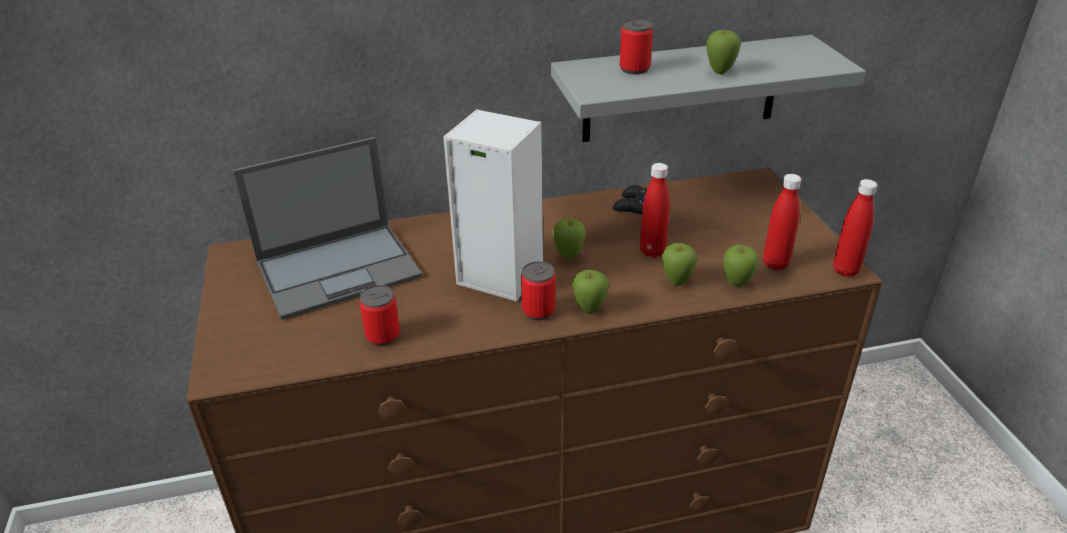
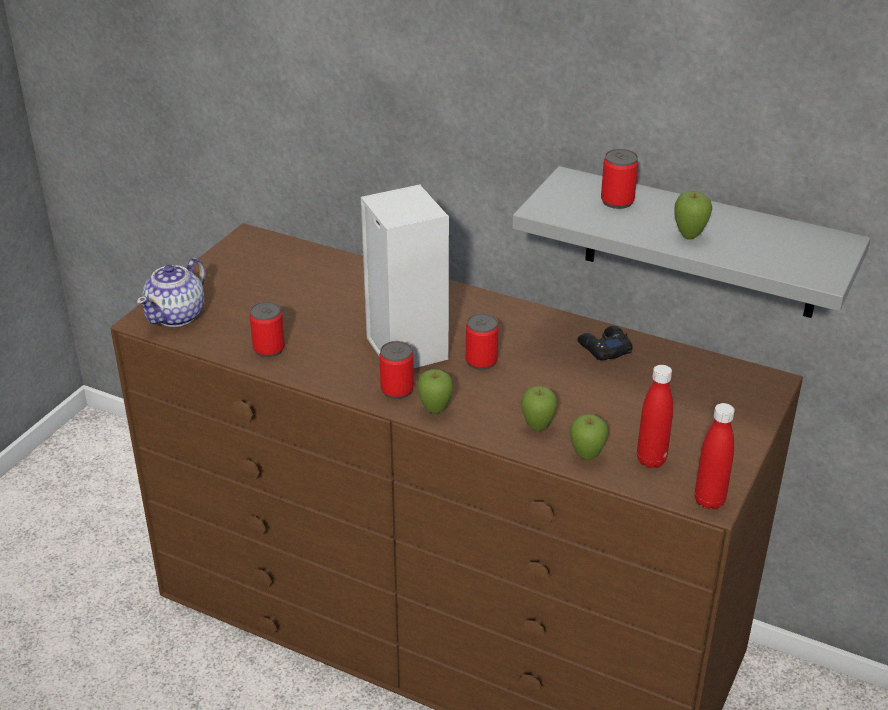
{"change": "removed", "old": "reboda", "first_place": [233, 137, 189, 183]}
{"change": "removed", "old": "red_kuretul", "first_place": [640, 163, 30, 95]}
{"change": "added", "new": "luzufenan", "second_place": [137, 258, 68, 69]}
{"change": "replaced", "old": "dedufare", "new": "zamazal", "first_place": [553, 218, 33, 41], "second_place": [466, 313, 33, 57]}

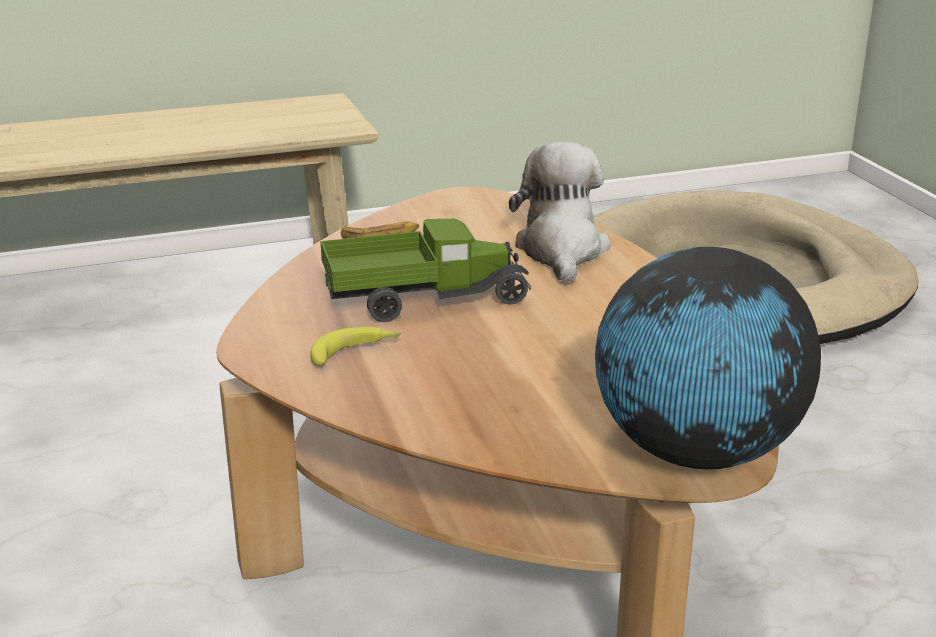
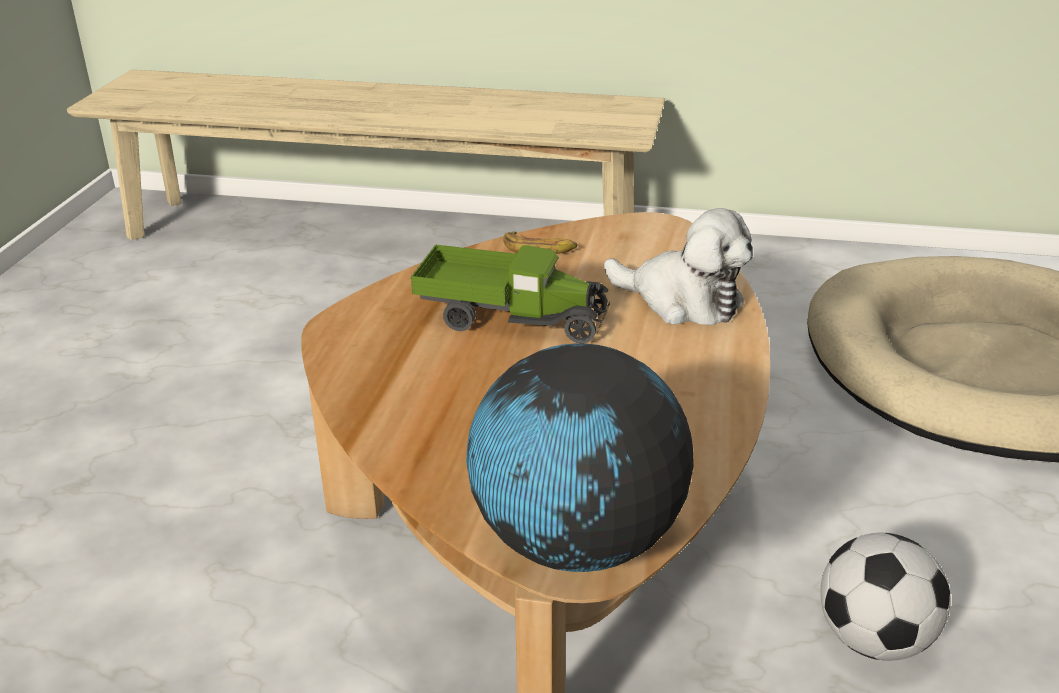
{"change": "removed", "old": "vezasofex", "first_place": [310, 326, 92, 41]}
{"change": "added", "new": "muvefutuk", "second_place": [820, 532, 131, 129]}
{"change": "turned", "old": "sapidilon", "first_place": [509, 142, 102, 141], "second_place": [604, 208, 149, 117], "degrees": 90}

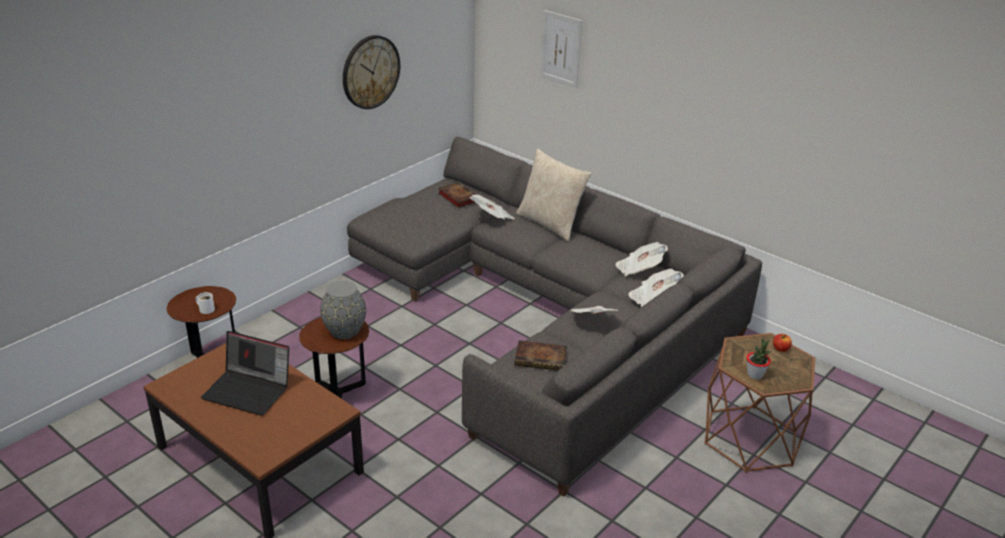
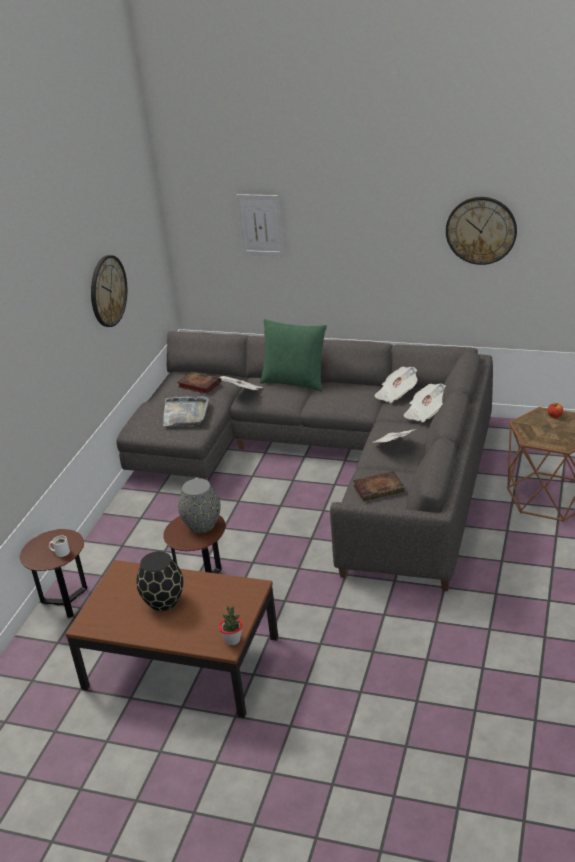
{"change": "added", "new": "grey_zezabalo", "second_place": [163, 396, 46, 30]}
{"change": "added", "new": "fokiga", "second_place": [446, 197, 71, 68]}
{"change": "moved", "old": "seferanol", "first_place": [746, 339, 26, 41], "second_place": [219, 605, 24, 40]}
{"change": "replaced", "old": "reboda", "new": "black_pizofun", "first_place": [201, 331, 88, 85], "second_place": [136, 551, 47, 60]}
{"change": "recoloured", "old": "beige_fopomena", "new": "green_fopomena", "first_place": [516, 149, 76, 93], "second_place": [260, 319, 67, 72]}

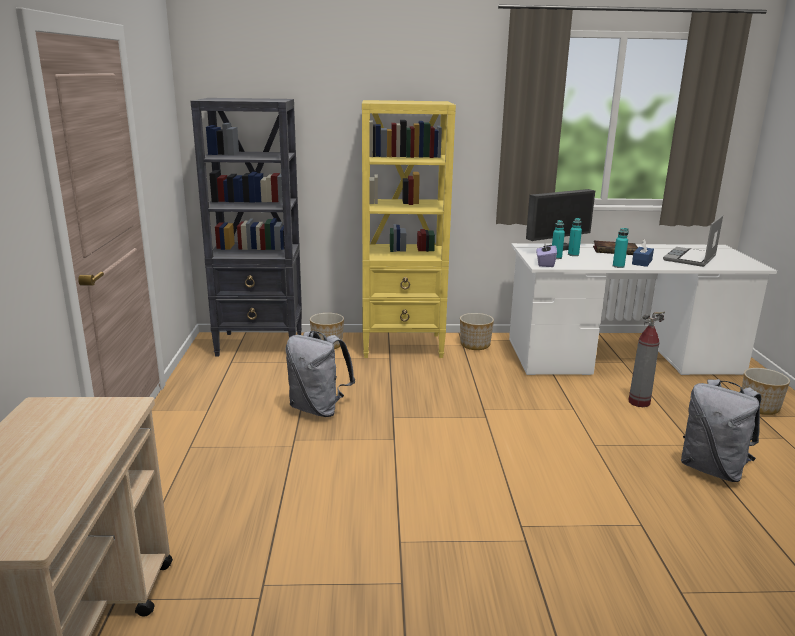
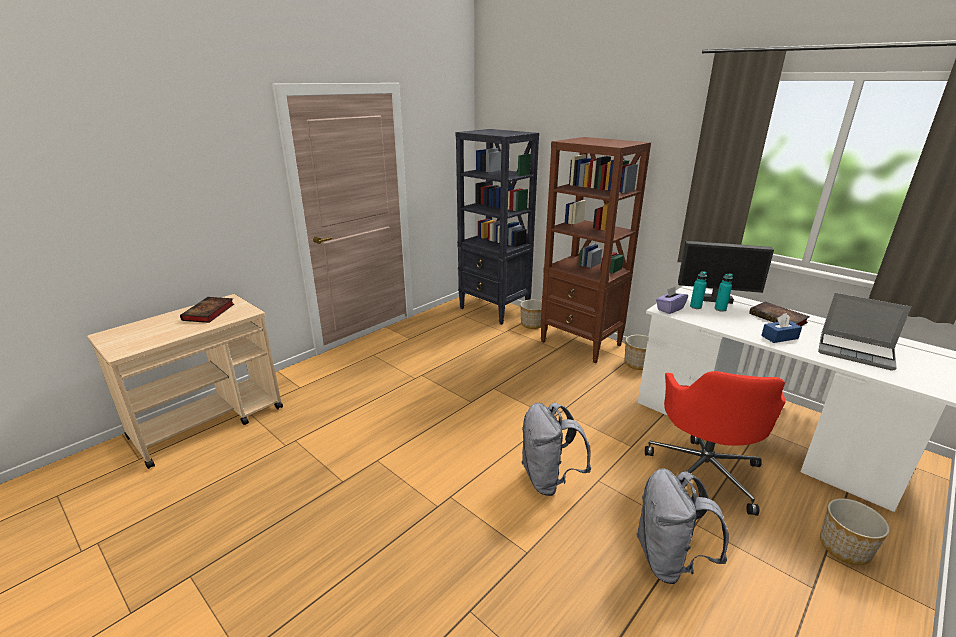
{"change": "removed", "old": "turquoise_kuretul", "first_place": [613, 228, 16, 40]}
{"change": "added", "new": "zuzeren", "second_place": [180, 297, 54, 26]}
{"change": "moved", "old": "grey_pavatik", "first_place": [286, 331, 69, 86], "second_place": [521, 403, 70, 93]}
{"change": "replaced", "old": "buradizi", "new": "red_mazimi", "first_place": [628, 312, 37, 95], "second_place": [645, 371, 141, 145]}
{"change": "recoloured", "old": "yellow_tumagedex", "new": "brown_tumagedex", "first_place": [362, 100, 94, 258], "second_place": [540, 137, 111, 227]}
{"change": "turned", "old": "reboda", "first_place": [663, 215, 60, 52], "second_place": [818, 293, 93, 78], "degrees": -135}

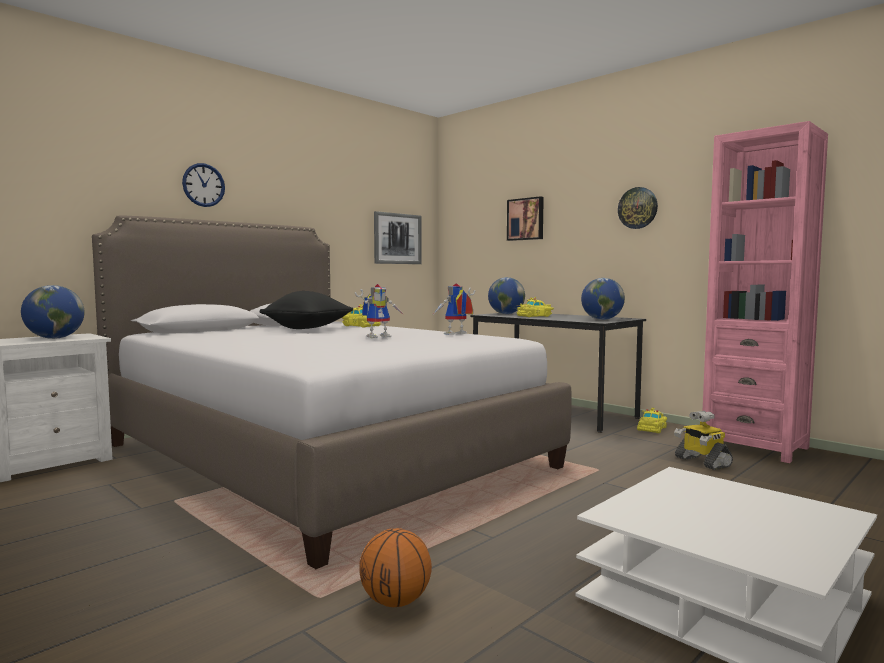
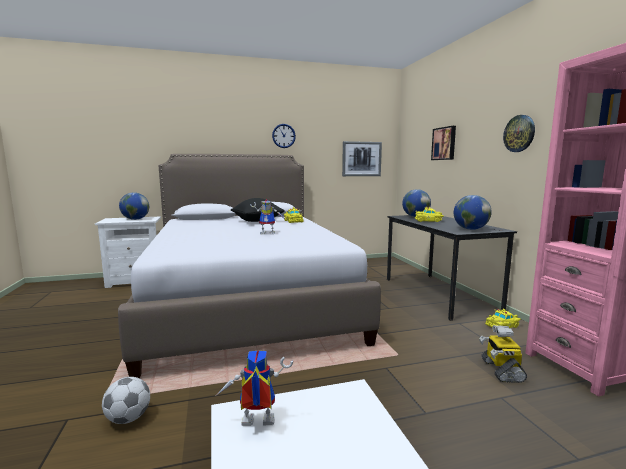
{"change": "moved", "old": "fokiga", "first_place": [182, 163, 43, 44], "second_place": [272, 124, 24, 24]}
{"change": "moved", "old": "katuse", "first_place": [434, 283, 41, 52], "second_place": [217, 351, 76, 75]}
{"change": "replaced", "old": "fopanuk", "new": "muvefutuk", "first_place": [359, 528, 73, 79], "second_place": [102, 377, 48, 47]}

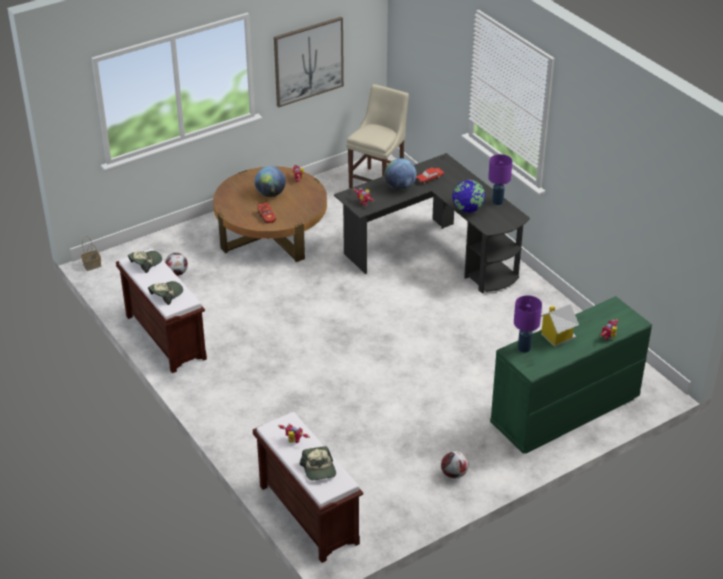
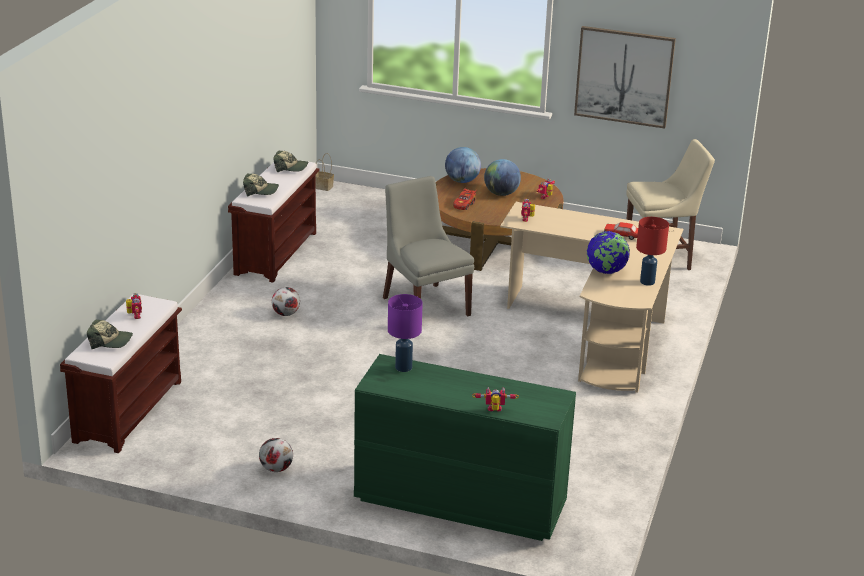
{"change": "removed", "old": "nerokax", "first_place": [541, 304, 38, 43]}
{"change": "added", "new": "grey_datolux", "second_place": [383, 176, 91, 140]}
{"change": "moved", "old": "muvefutuk", "first_place": [165, 253, 23, 23], "second_place": [272, 287, 28, 29]}
{"change": "moved", "old": "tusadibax", "first_place": [384, 158, 33, 33], "second_place": [445, 147, 36, 36]}
{"change": "recoloured", "old": "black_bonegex", "new": "beige_bonegex", "first_place": [334, 153, 196, 140], "second_place": [500, 202, 183, 191]}
{"change": "recoloured", "old": "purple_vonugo", "new": "red_vonugo", "first_place": [488, 154, 24, 51], "second_place": [636, 217, 33, 69]}
{"change": "turned", "old": "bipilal", "first_place": [299, 446, 37, 35], "second_place": [87, 319, 46, 30], "degrees": -120}

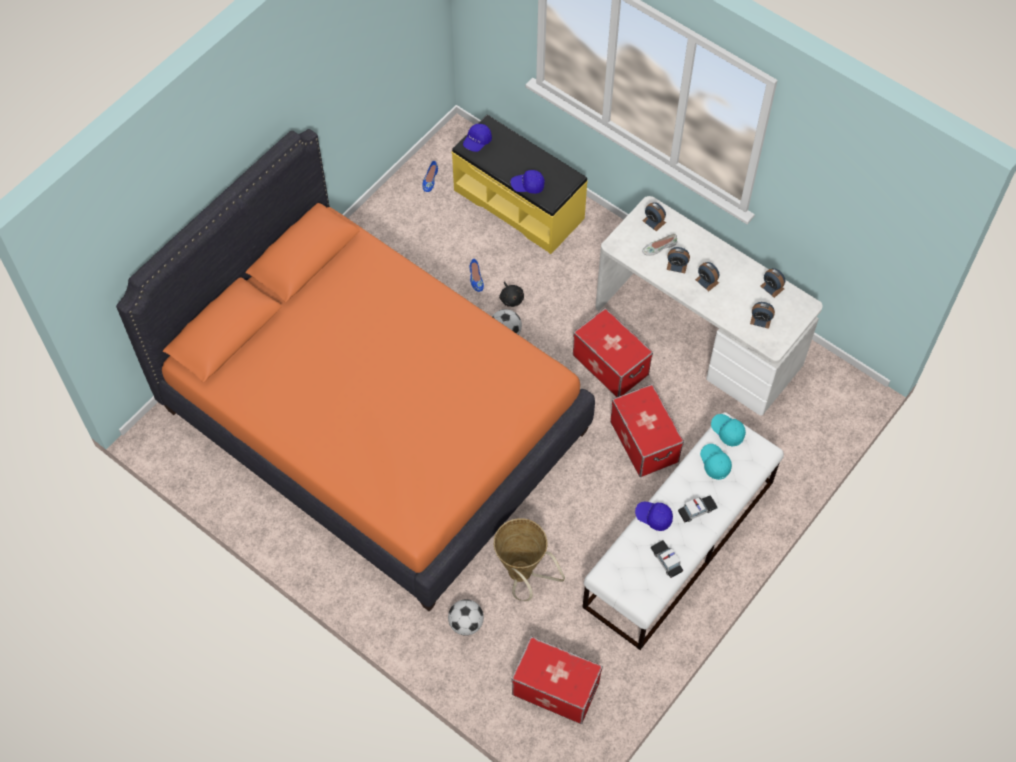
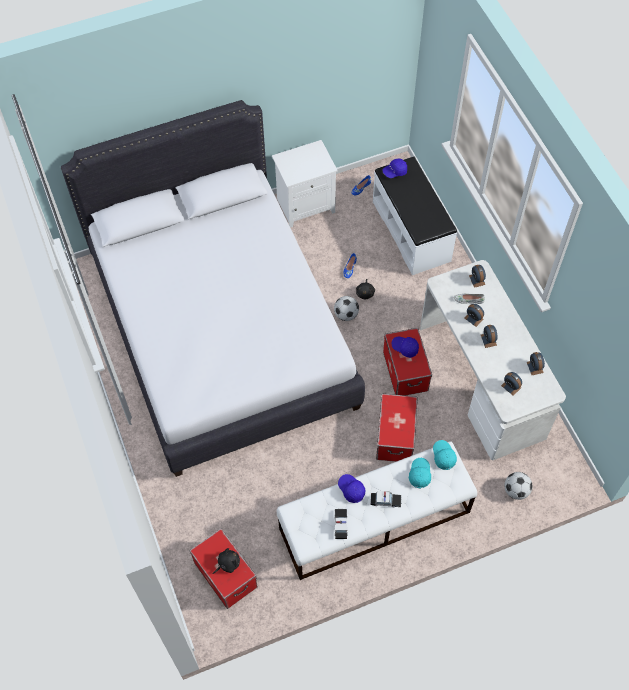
{"change": "removed", "old": "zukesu", "first_place": [494, 518, 71, 83]}
{"change": "added", "new": "black_sapidilon", "second_place": [213, 548, 27, 26]}
{"change": "added", "new": "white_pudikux", "second_place": [272, 140, 66, 88]}
{"change": "moved", "old": "muvefutuk", "first_place": [448, 599, 36, 37], "second_place": [504, 472, 29, 28]}
{"change": "moved", "old": "blue_bipilal", "first_place": [510, 170, 35, 24], "second_place": [392, 337, 27, 21]}
{"change": "recoloured", "old": "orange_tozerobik", "new": "white_tozerobik", "first_place": [116, 129, 479, 483], "second_place": [61, 100, 304, 377]}
{"change": "recoloured", "old": "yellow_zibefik", "new": "white_zibefik", "first_place": [451, 115, 137, 139], "second_place": [373, 156, 84, 119]}

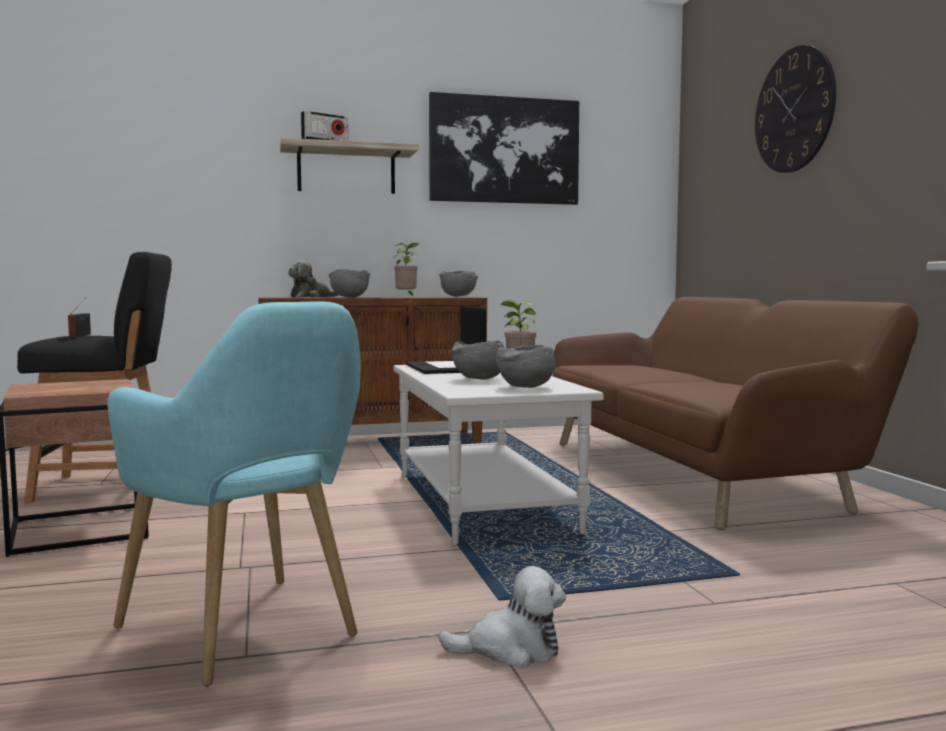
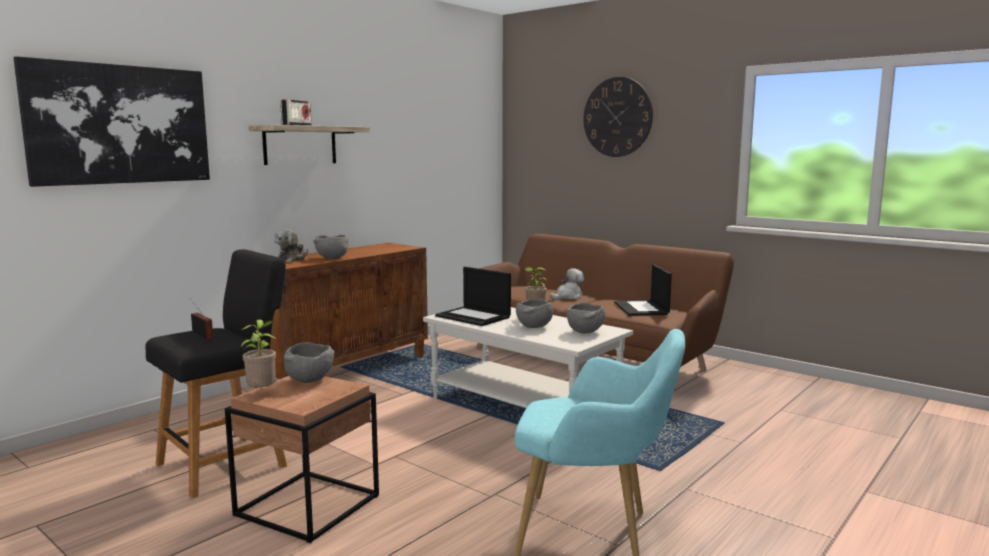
{"change": "added", "new": "reboda", "second_place": [614, 264, 58, 52]}
{"change": "moved", "old": "seferanol", "first_place": [394, 243, 25, 53], "second_place": [241, 319, 35, 68]}
{"change": "moved", "old": "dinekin", "first_place": [429, 92, 150, 113], "second_place": [13, 56, 197, 131]}
{"change": "moved", "old": "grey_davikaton", "first_place": [439, 271, 39, 26], "second_place": [284, 342, 50, 41]}
{"change": "moved", "old": "sapidilon", "first_place": [439, 566, 127, 102], "second_place": [550, 269, 34, 30]}

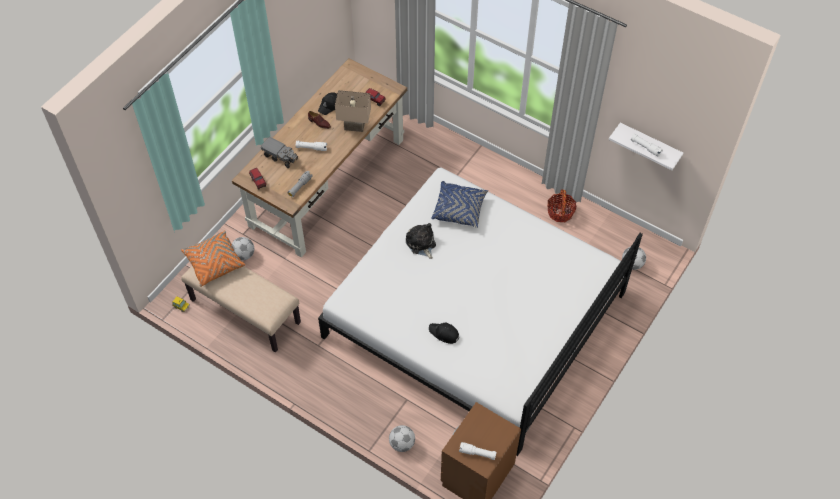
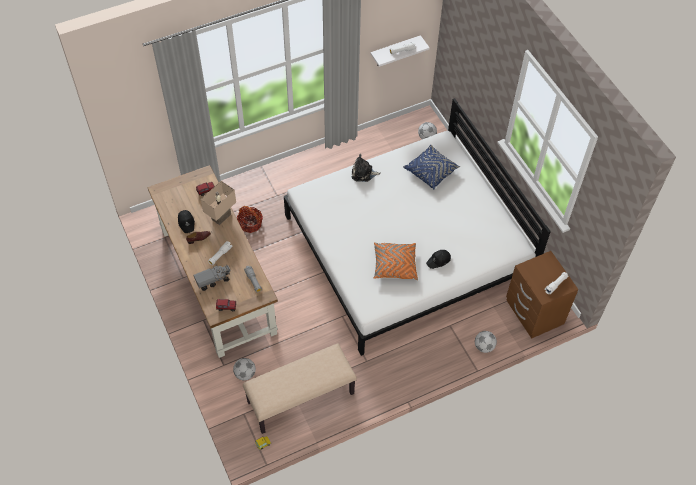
{"change": "moved", "old": "orange_fopomena", "first_place": [181, 230, 64, 57], "second_place": [373, 242, 45, 38]}
{"change": "moved", "old": "sapidilon", "first_place": [406, 223, 30, 36], "second_place": [352, 154, 29, 28]}
{"change": "moved", "old": "blue_fopomena", "first_place": [431, 181, 57, 47], "second_place": [403, 145, 57, 44]}
{"change": "moved", "old": "zukesu", "first_place": [547, 189, 29, 33], "second_place": [237, 206, 26, 27]}

